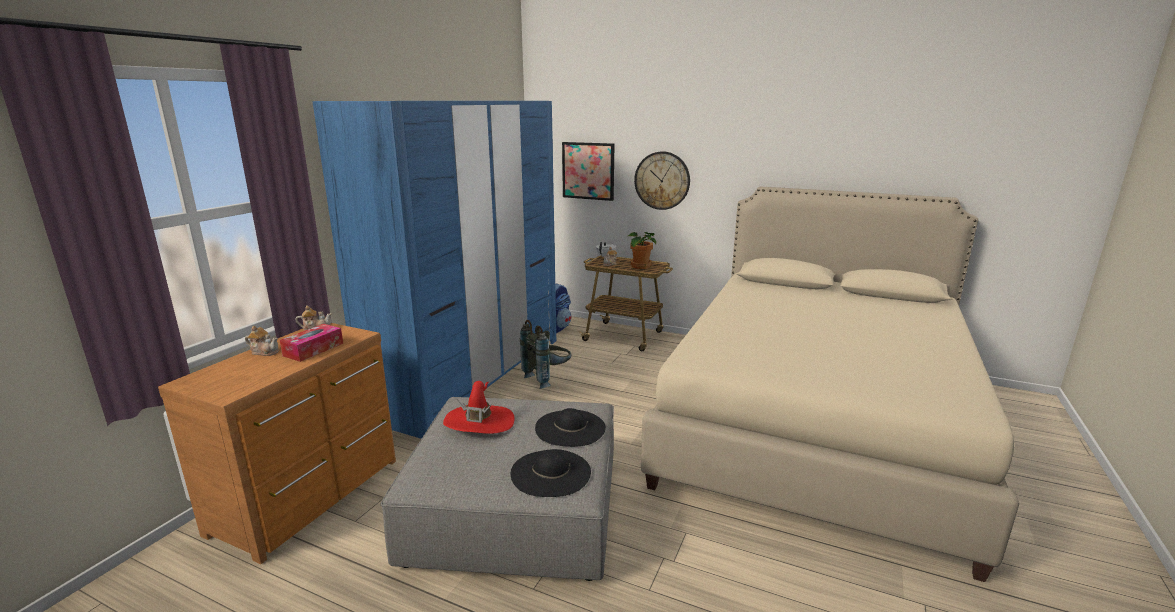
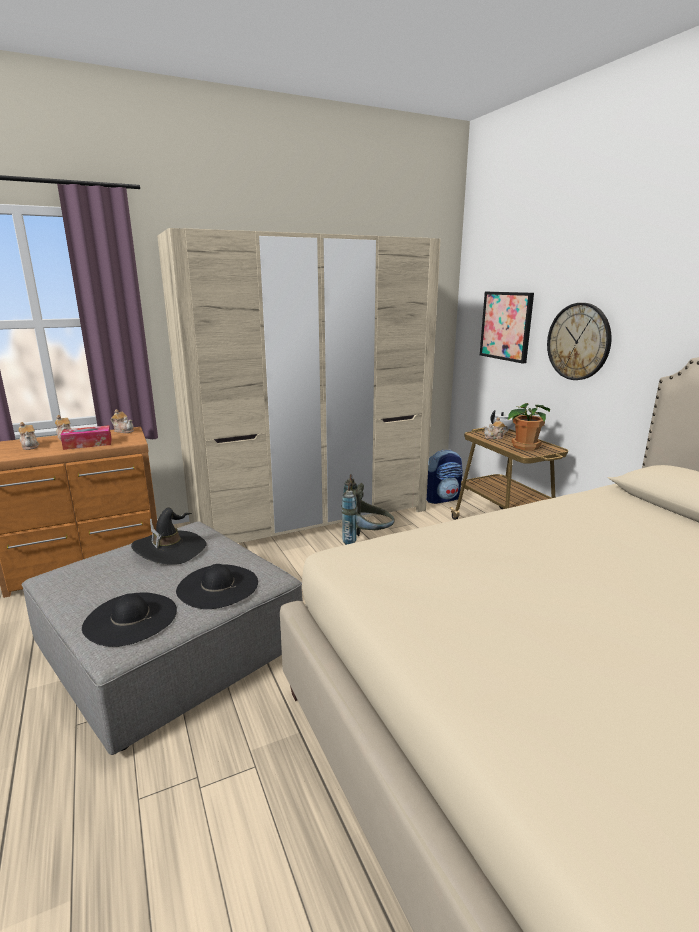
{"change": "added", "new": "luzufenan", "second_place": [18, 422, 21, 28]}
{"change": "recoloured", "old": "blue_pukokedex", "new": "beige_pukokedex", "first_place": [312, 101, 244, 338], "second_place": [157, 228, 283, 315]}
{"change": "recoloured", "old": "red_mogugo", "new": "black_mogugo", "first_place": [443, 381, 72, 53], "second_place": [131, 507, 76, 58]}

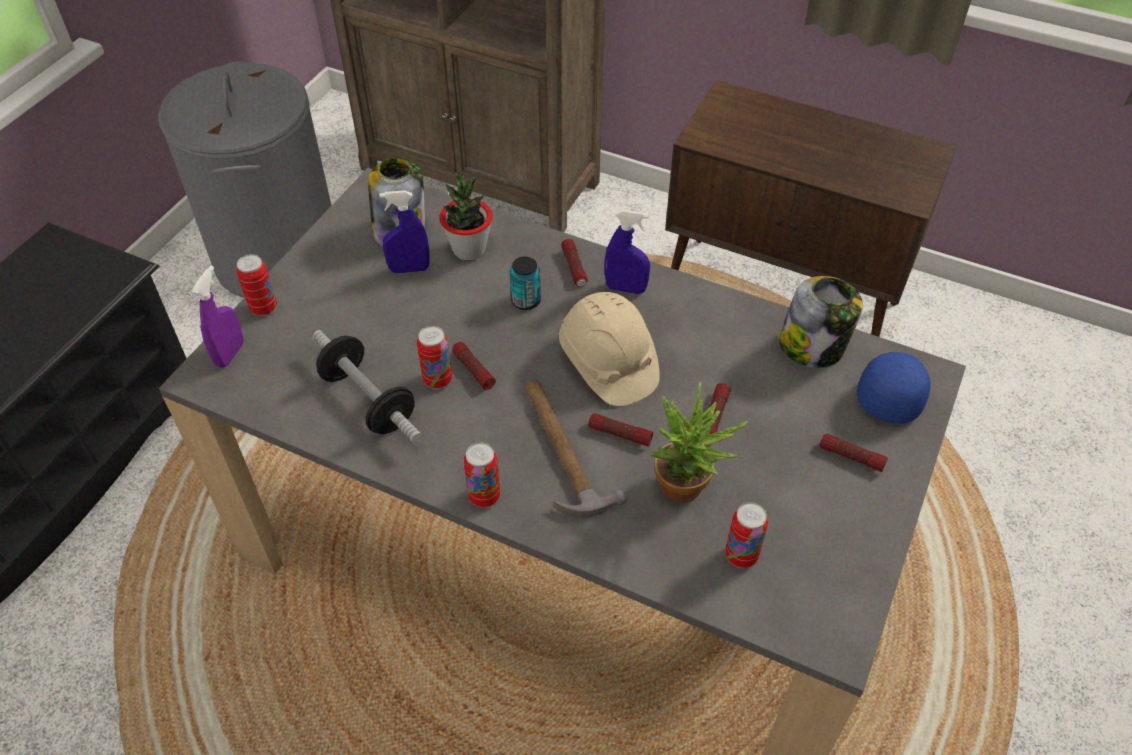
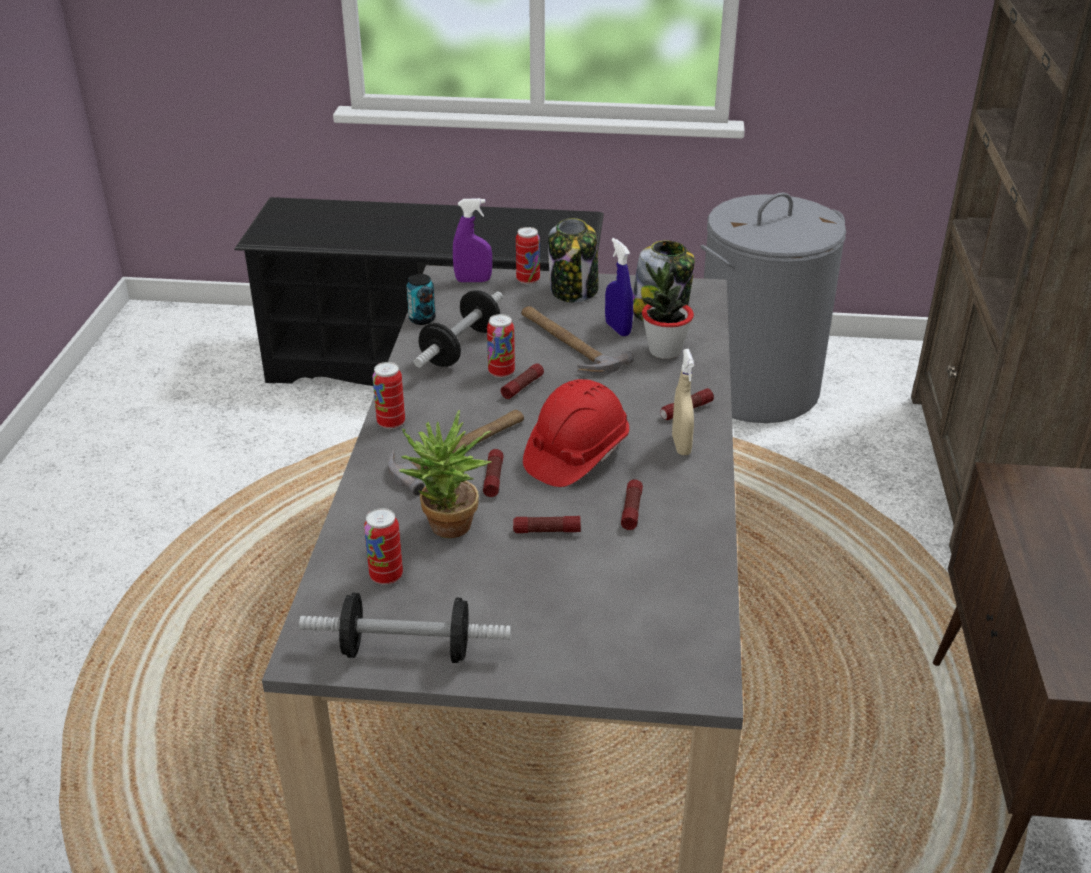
{"change": "removed", "old": "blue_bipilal", "first_place": [857, 352, 74, 72]}
{"change": "added", "new": "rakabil", "second_place": [299, 593, 212, 70]}
{"change": "added", "new": "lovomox", "second_place": [521, 306, 113, 69]}
{"change": "moved", "old": "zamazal", "first_place": [510, 257, 31, 53], "second_place": [406, 274, 29, 51]}
{"change": "moved", "old": "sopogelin", "first_place": [779, 276, 84, 92], "second_place": [548, 218, 50, 85]}
{"change": "moved", "old": "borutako", "first_place": [820, 434, 68, 38], "second_place": [621, 479, 22, 51]}
{"change": "recoloured", "old": "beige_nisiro", "new": "red_nisiro", "first_place": [559, 292, 101, 114], "second_place": [523, 379, 106, 108]}
{"change": "recoloured", "old": "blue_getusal", "new": "beige_getusal", "first_place": [604, 210, 46, 84], "second_place": [672, 349, 22, 106]}

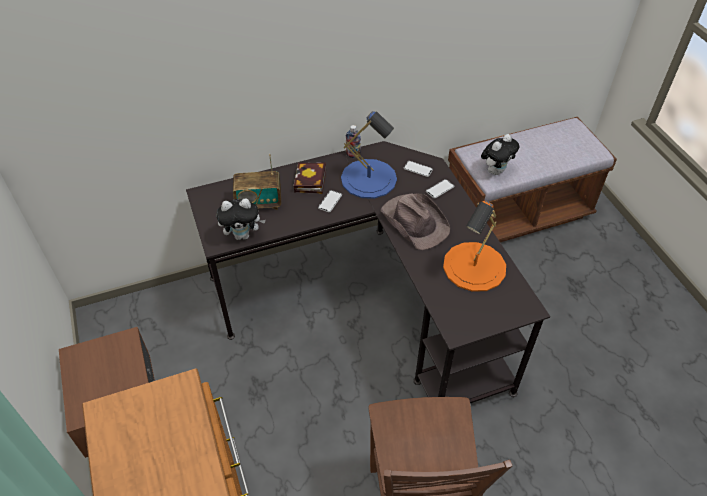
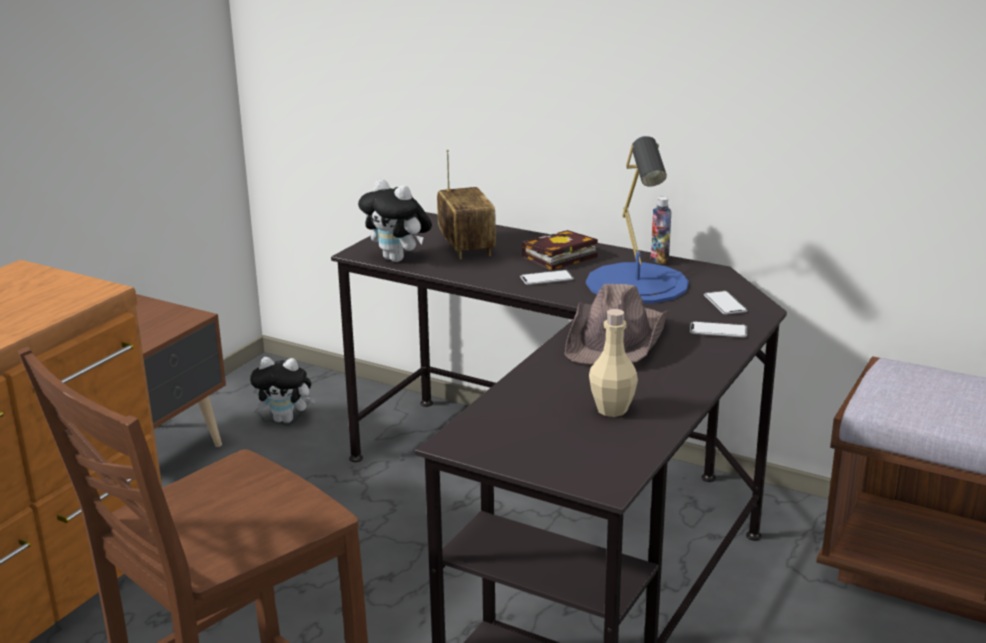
{"change": "moved", "old": "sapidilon", "first_place": [481, 134, 38, 41], "second_place": [250, 357, 66, 66]}
{"change": "replaced", "old": "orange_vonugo", "new": "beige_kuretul", "first_place": [443, 201, 63, 91], "second_place": [589, 309, 49, 108]}
{"change": "turned", "old": "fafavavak", "first_place": [233, 154, 48, 56], "second_place": [437, 149, 59, 110], "degrees": -150}

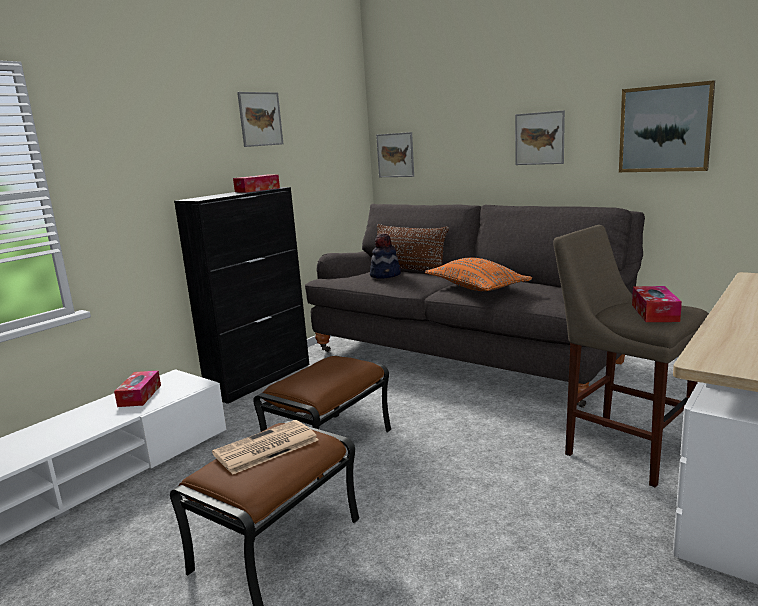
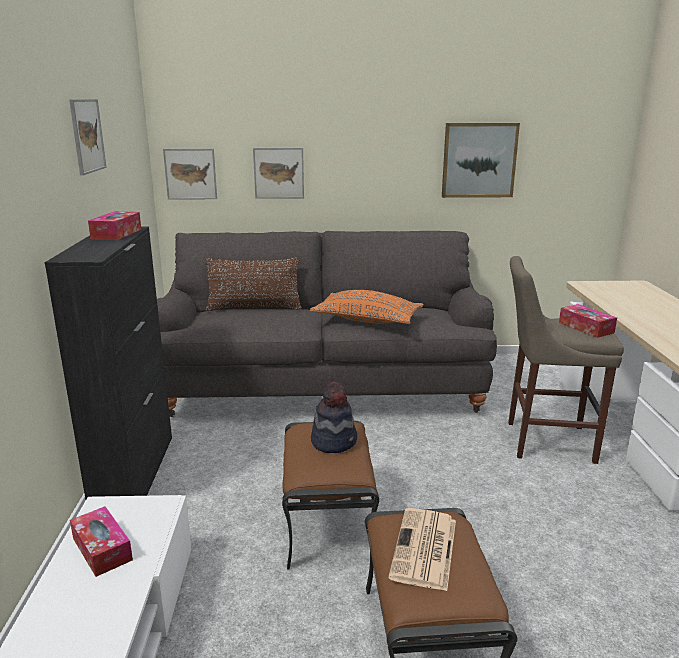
{"change": "moved", "old": "mogugo", "first_place": [370, 233, 31, 46], "second_place": [311, 382, 46, 71]}
{"change": "moved", "old": "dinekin", "first_place": [515, 110, 50, 55], "second_place": [253, 148, 51, 51]}

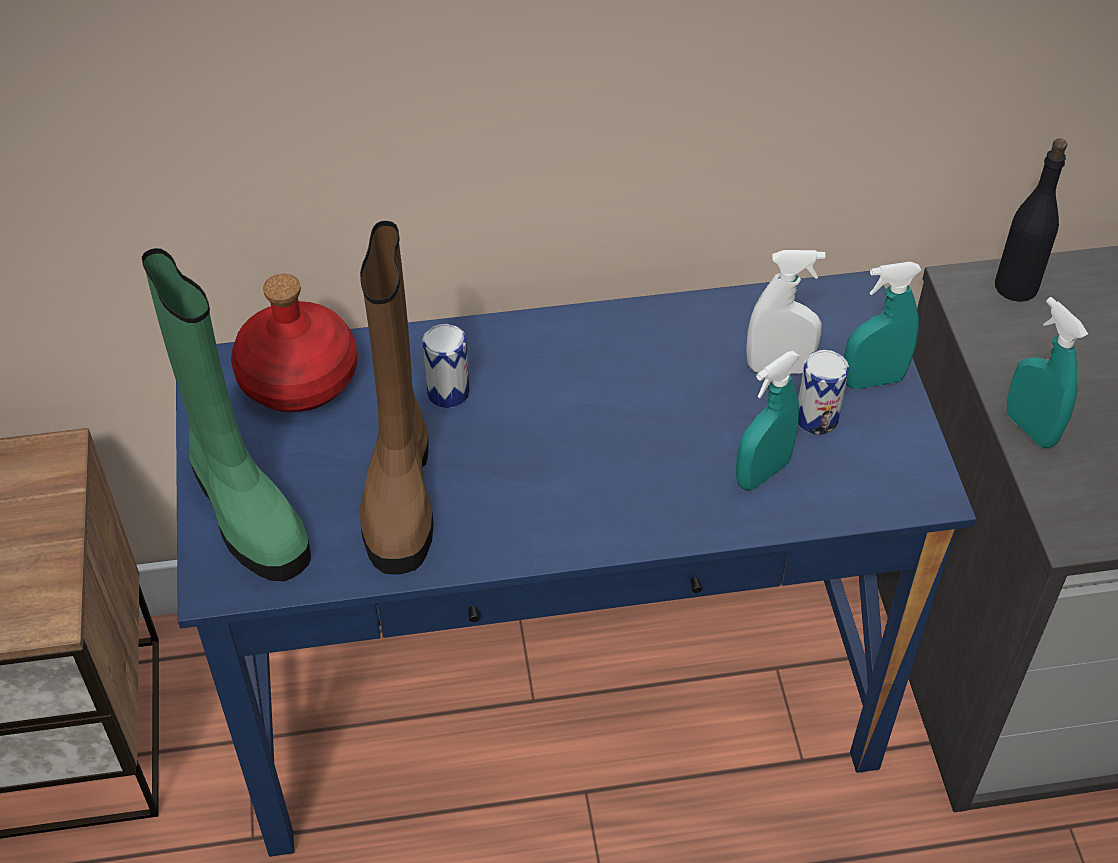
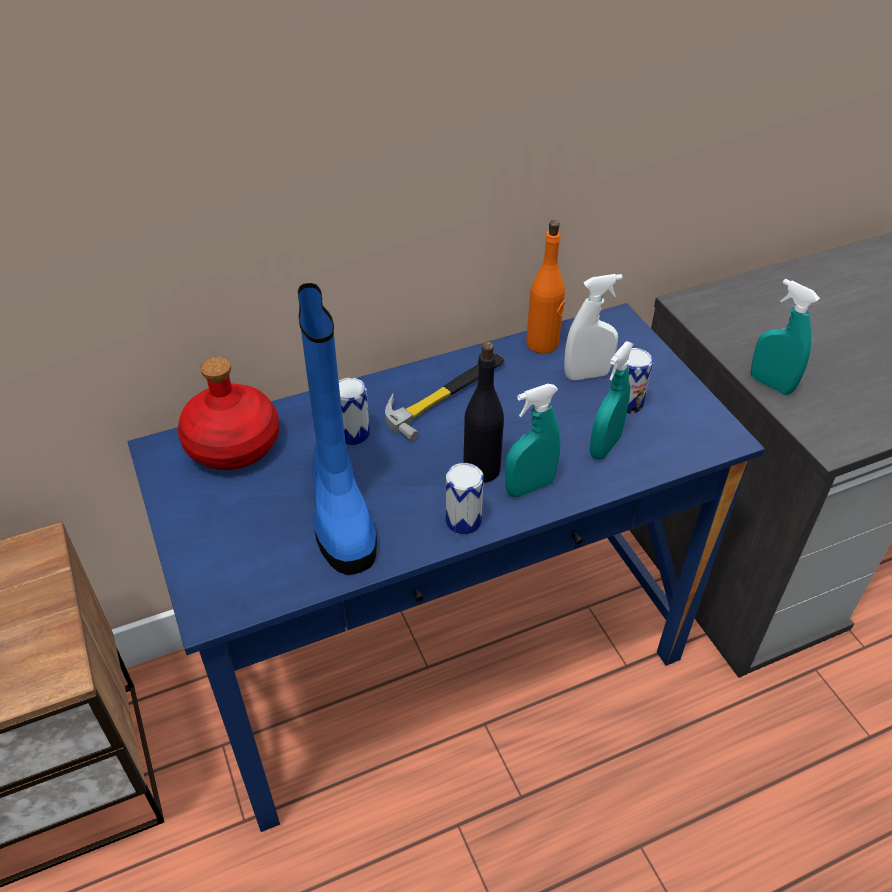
{"change": "removed", "old": "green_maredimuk", "first_place": [142, 248, 169, 333]}
{"change": "added", "new": "lovomox", "second_place": [385, 354, 120, 87]}
{"change": "added", "new": "zamazal", "second_place": [446, 463, 38, 71]}
{"change": "added", "new": "orange_kuretul", "second_place": [526, 220, 39, 134]}
{"change": "moved", "old": "turquoise_getusal", "first_place": [844, 262, 78, 127], "second_place": [505, 384, 56, 113]}
{"change": "moved", "old": "black_kuretul", "first_place": [995, 139, 72, 163], "second_place": [463, 342, 41, 141]}
{"change": "recoloured", "old": "brown_maredimuk", "new": "blue_maredimuk", "first_place": [359, 221, 75, 354], "second_place": [298, 283, 79, 292]}

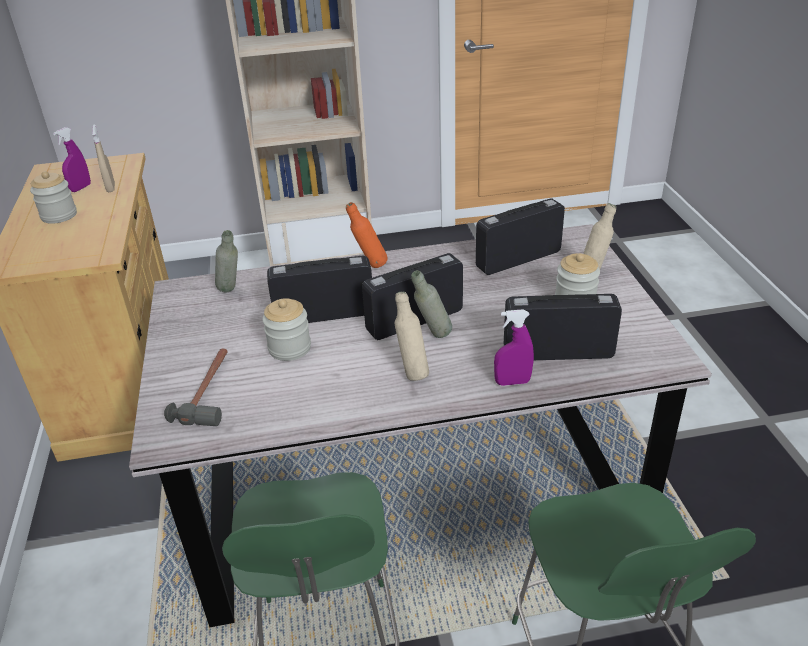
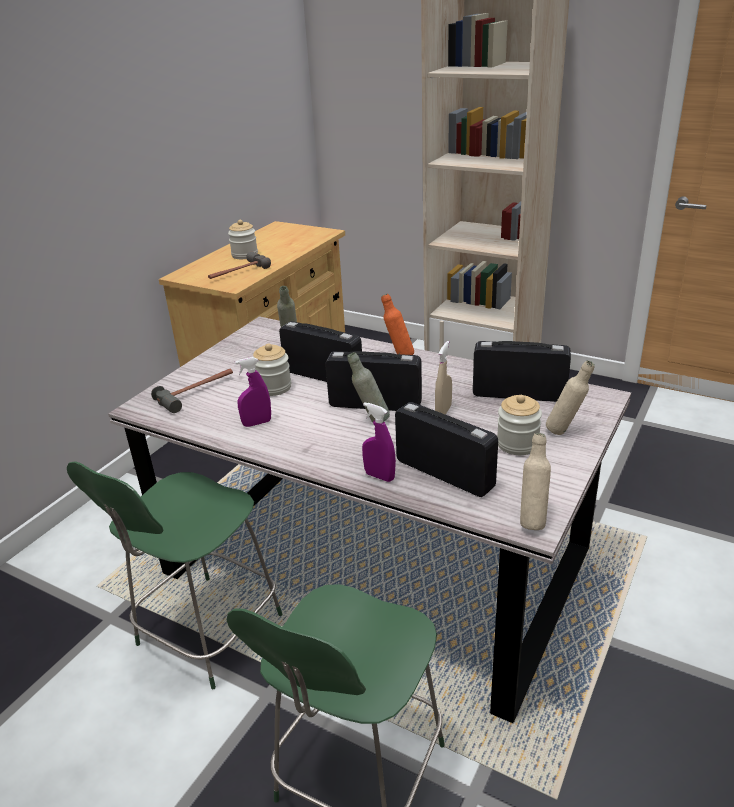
{"change": "added", "new": "lovomox", "second_place": [208, 252, 63, 27]}
{"change": "moved", "old": "purple_getusal", "first_place": [53, 127, 38, 65], "second_place": [235, 357, 36, 70]}
{"change": "moved", "old": "beige_getusal", "first_place": [92, 125, 23, 67], "second_place": [435, 341, 17, 74]}
{"change": "moved", "old": "beige_kuretul", "first_place": [395, 292, 34, 89], "second_place": [520, 433, 31, 97]}

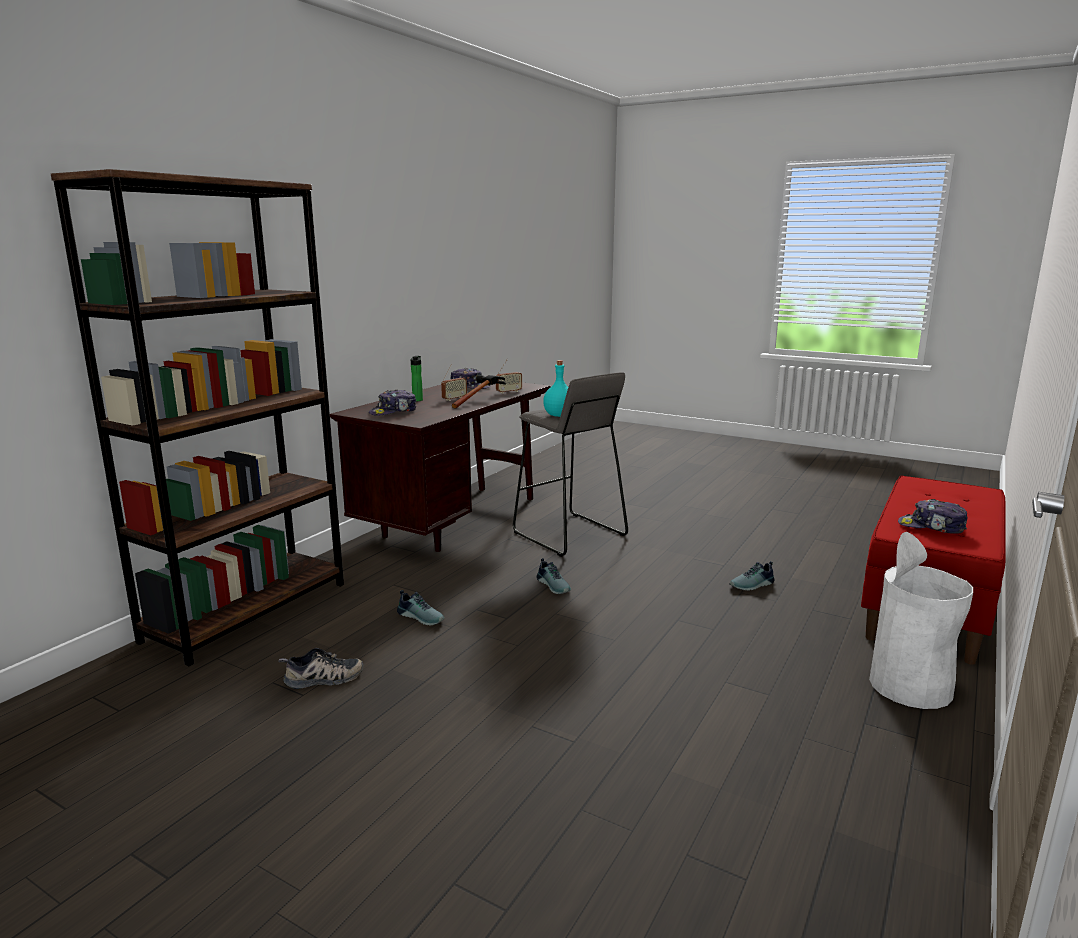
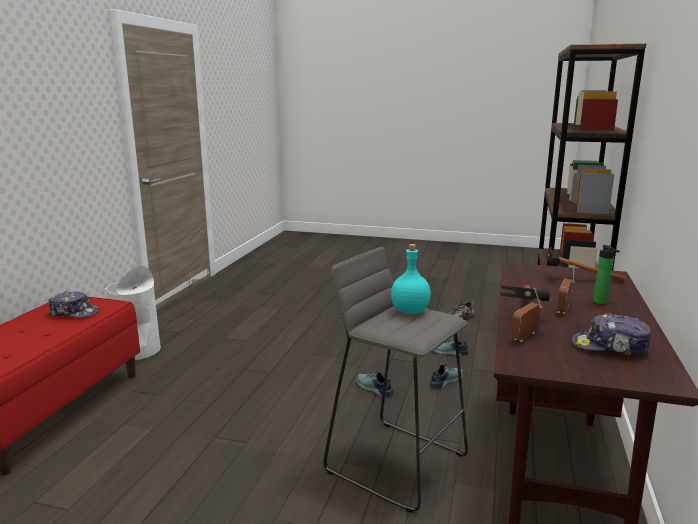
{"change": "moved", "old": "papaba", "first_place": [729, 561, 45, 30], "second_place": [430, 364, 33, 24]}
{"change": "replaced", "old": "bipilal", "new": "lovomox", "first_place": [369, 390, 47, 26], "second_place": [547, 247, 79, 35]}

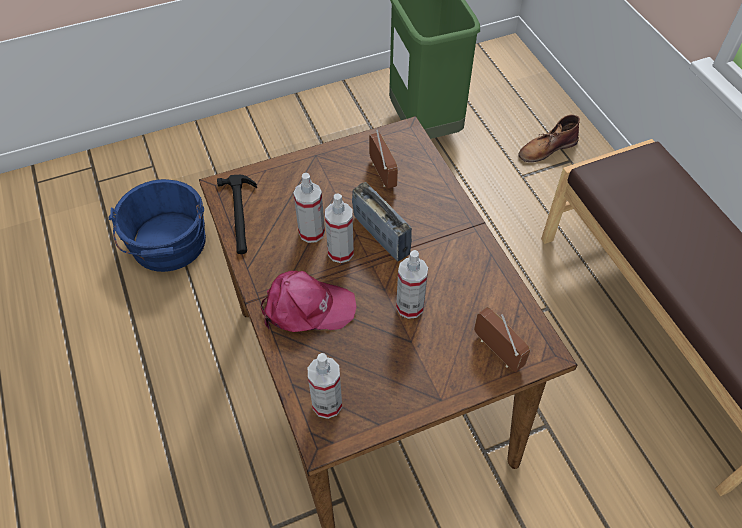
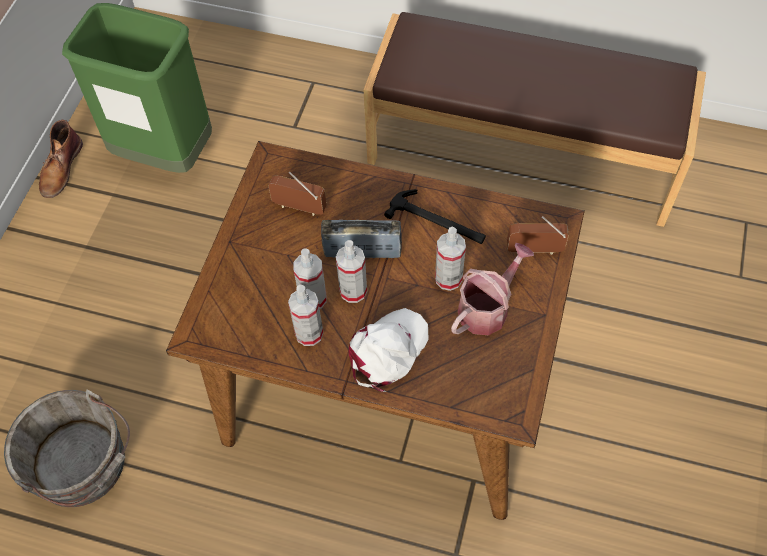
{"change": "added", "new": "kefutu", "second_place": [451, 243, 83, 92]}
{"change": "moved", "old": "lovomox", "first_place": [217, 175, 40, 79], "second_place": [384, 189, 102, 55]}
{"change": "moved", "old": "getusal", "first_place": [308, 353, 34, 66], "second_place": [288, 285, 35, 61]}
{"change": "moved", "old": "brown_maredimuk", "first_place": [518, 115, 62, 47], "second_place": [39, 120, 44, 78]}
{"change": "recoloured", "old": "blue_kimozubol", "new": "grey_kimozubol", "first_place": [109, 179, 97, 93], "second_place": [4, 389, 126, 118]}
{"change": "recoloured", "old": "pink_bipilal", "new": "white_bipilal", "first_place": [261, 271, 96, 61], "second_place": [349, 308, 80, 84]}

